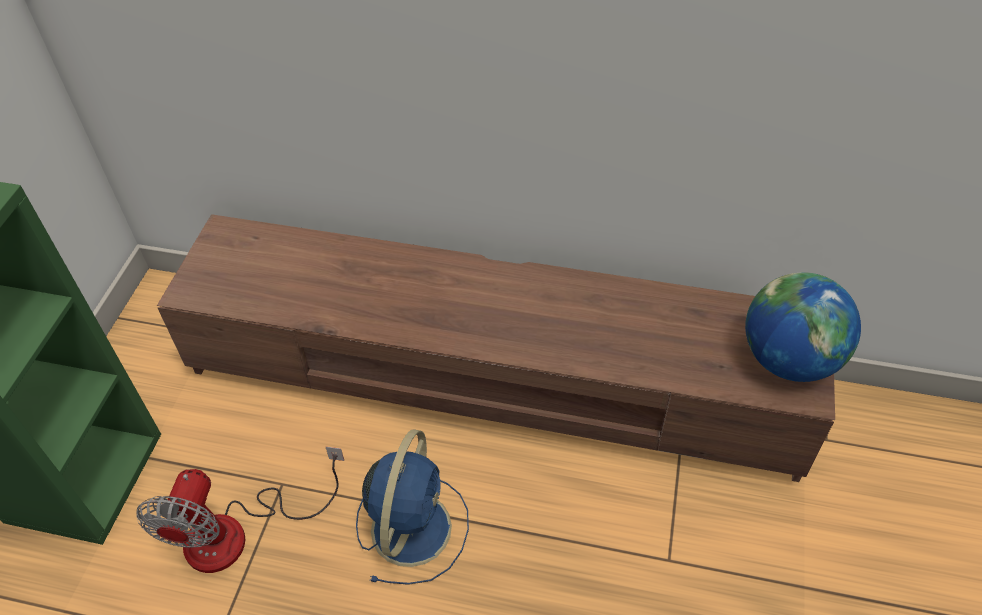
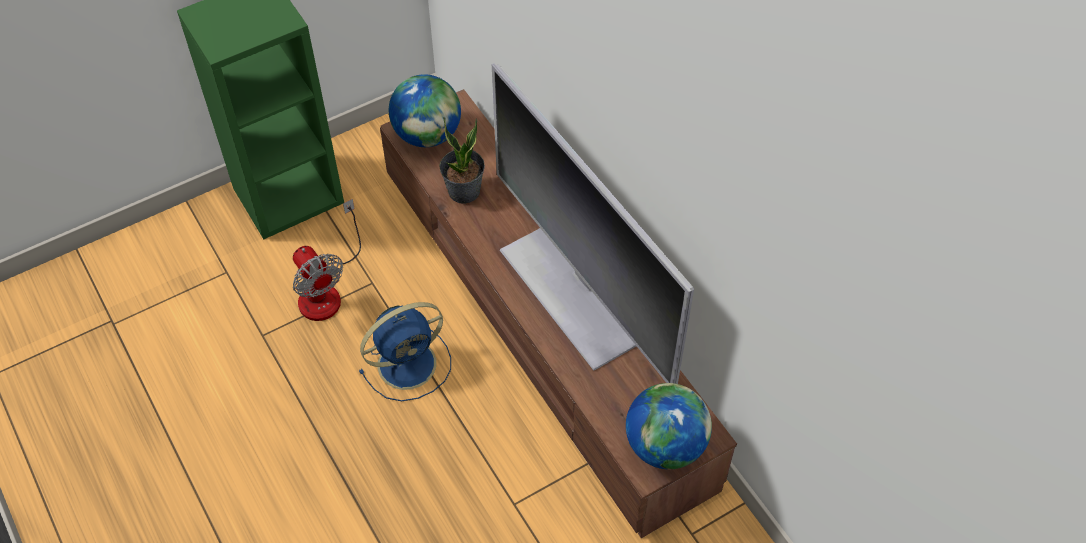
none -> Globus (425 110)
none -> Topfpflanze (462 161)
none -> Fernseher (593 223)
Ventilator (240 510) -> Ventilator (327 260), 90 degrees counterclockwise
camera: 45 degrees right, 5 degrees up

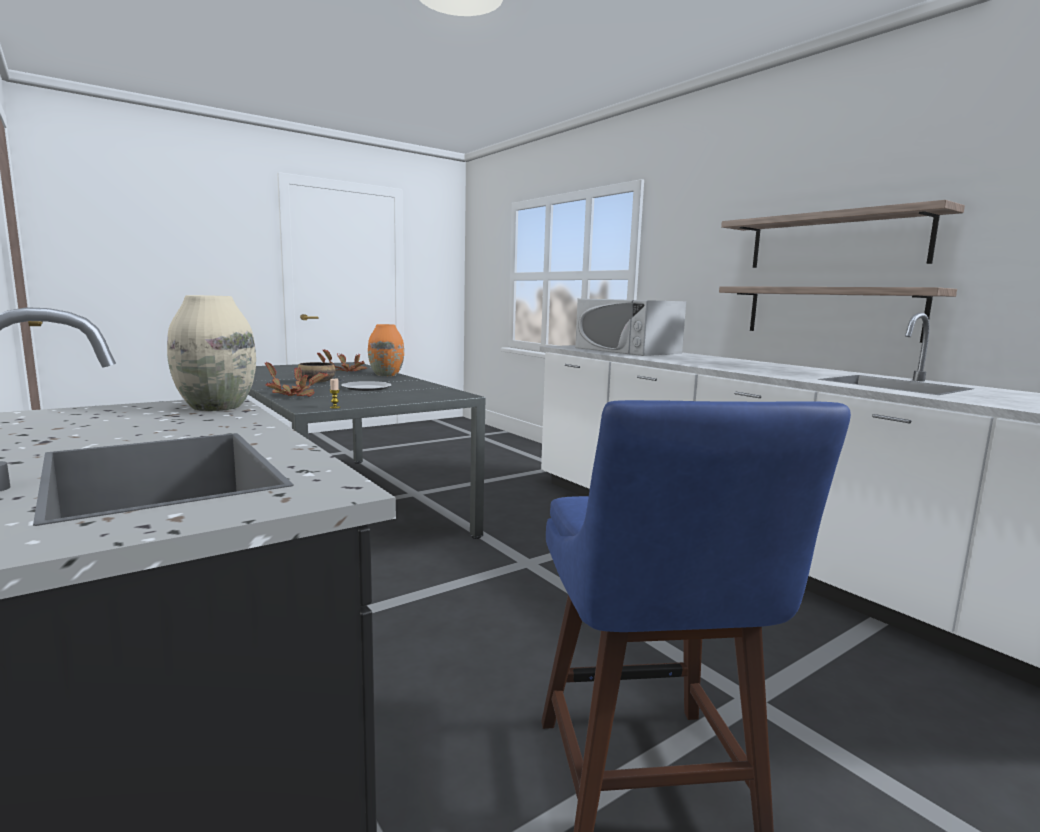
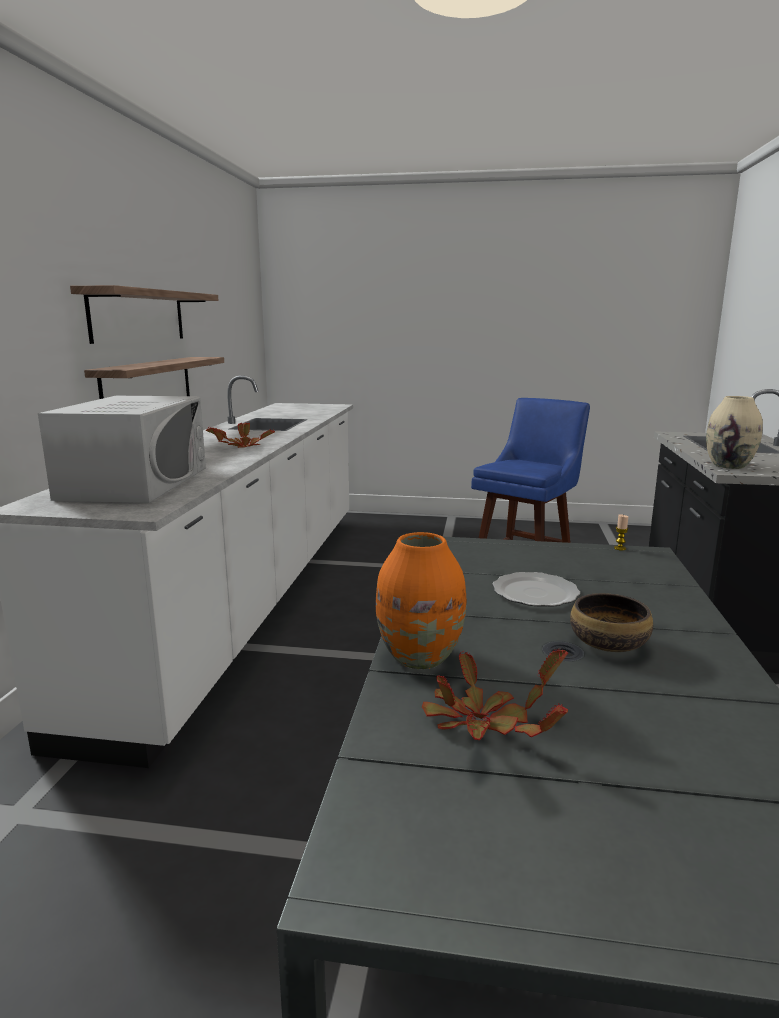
Topfpflanze (296 379) -> Topfpflanze (240 435), relocated
camera: 135 degrees left, 5 degrees up

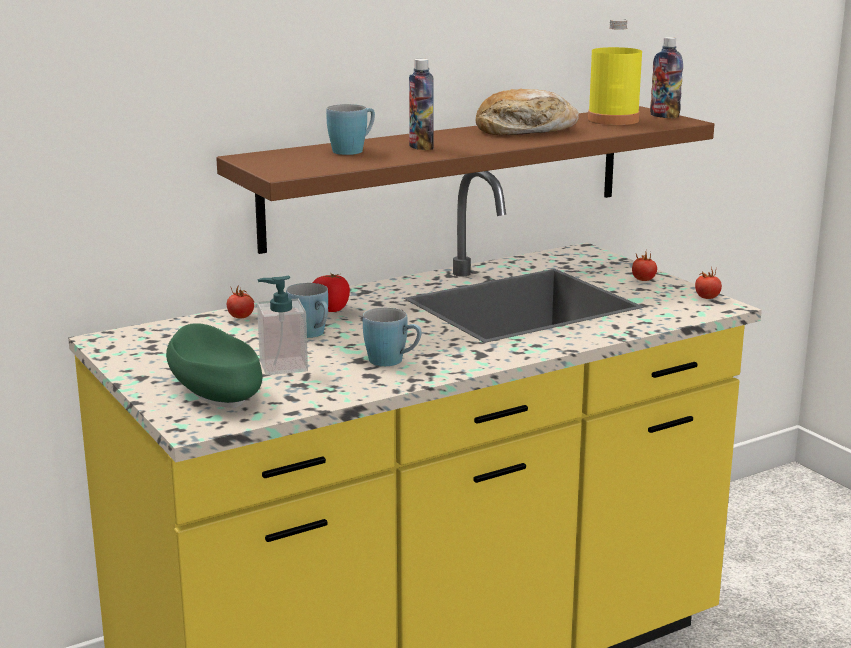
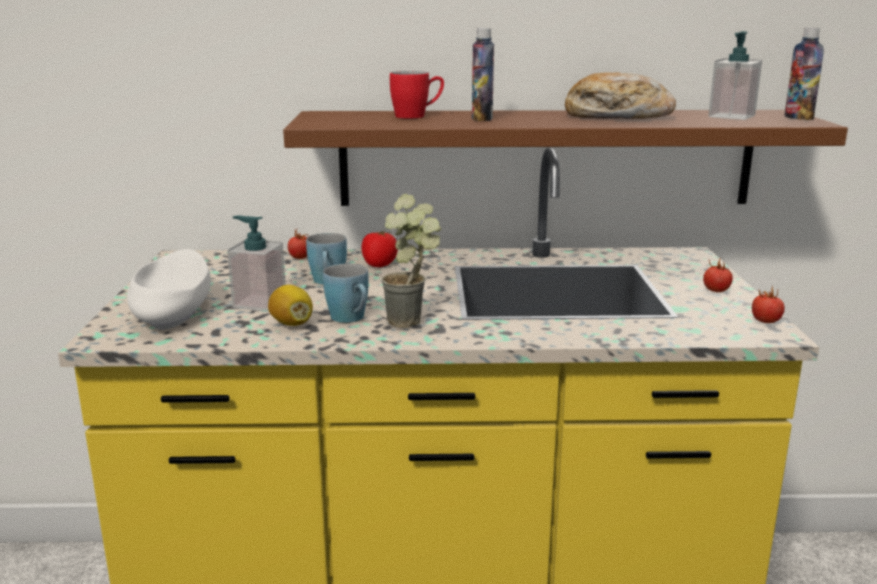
none -> Zitrone (290 305)
none -> Topfpflanze (411 261)
Flasche (gelb) (615 72) -> Seifenspender (735 75)
Schüssel (grün) (214 365) -> Schüssel (weiß) (169 289)
Henkelbecher (blau) (350 129) -> Henkelbecher (rot) (417 95)
camera: 30 degrees right, 0 degrees up

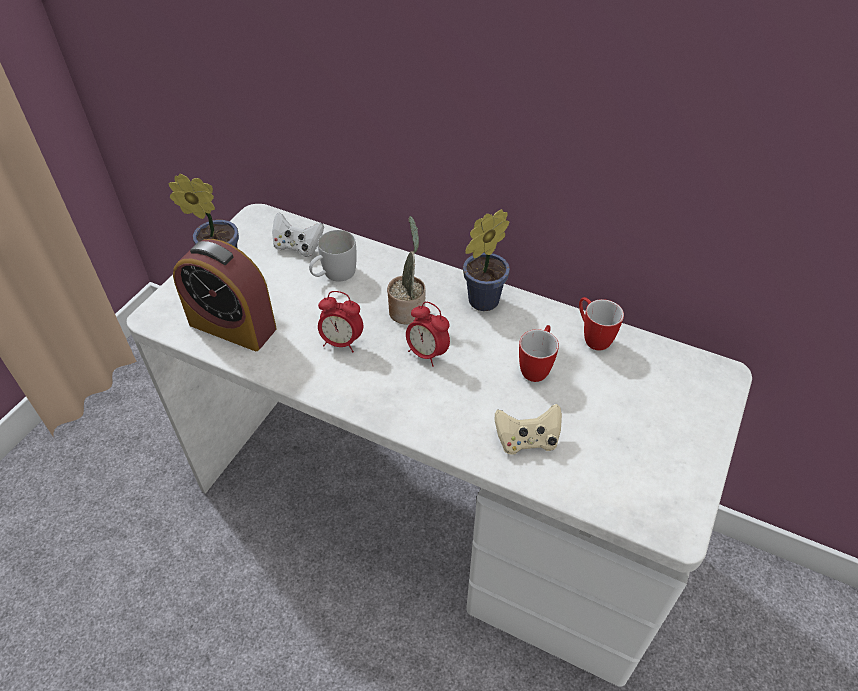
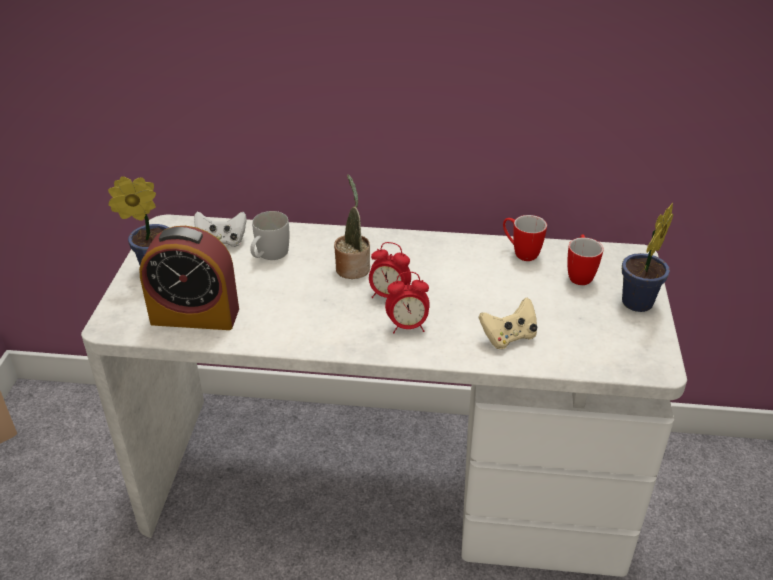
Wecker (340 321) -> Wecker (407 303), relocated
Topfpflanze (486 260) -> Topfpflanze (647 257), relocated
Henkelbecher (539 353) -> Henkelbecher (586 260), relocated
camera: 20 degrees left, 10 degrees down

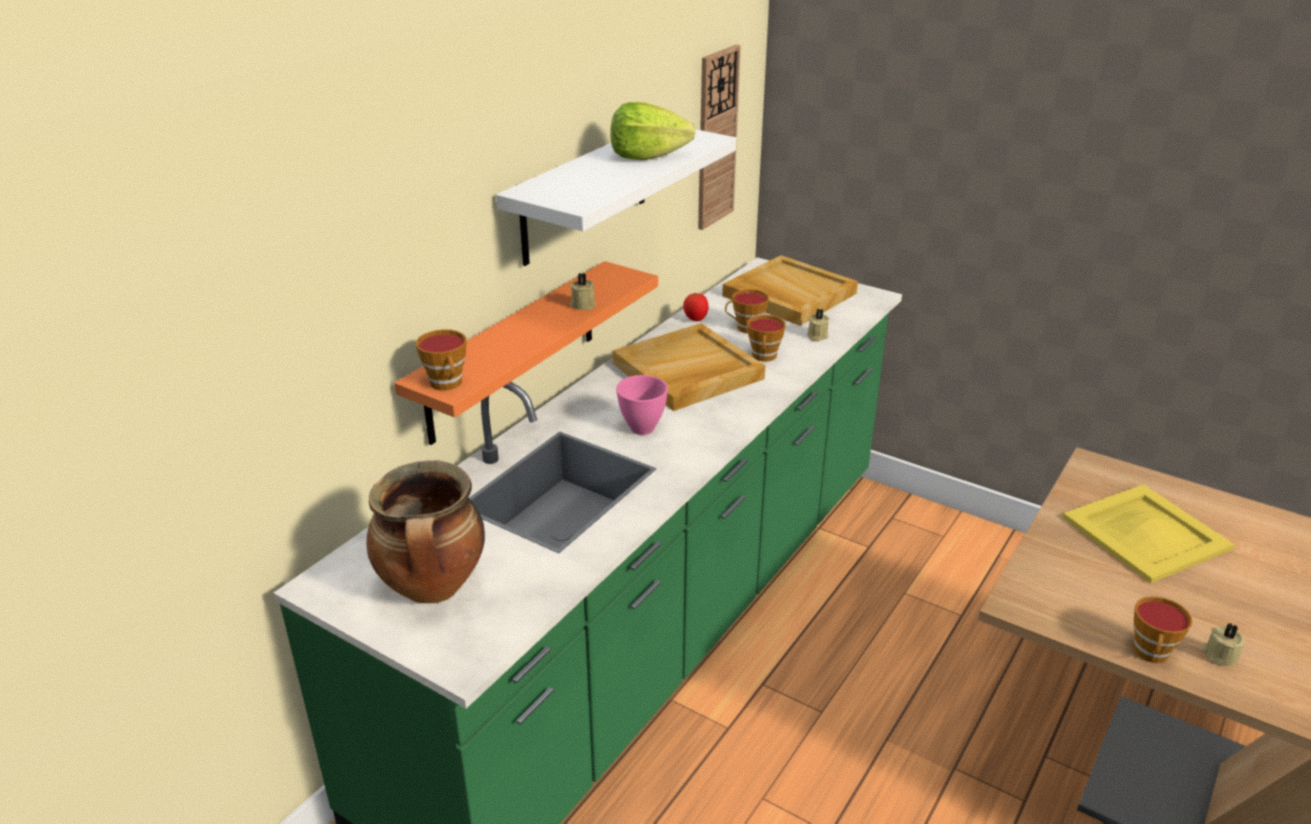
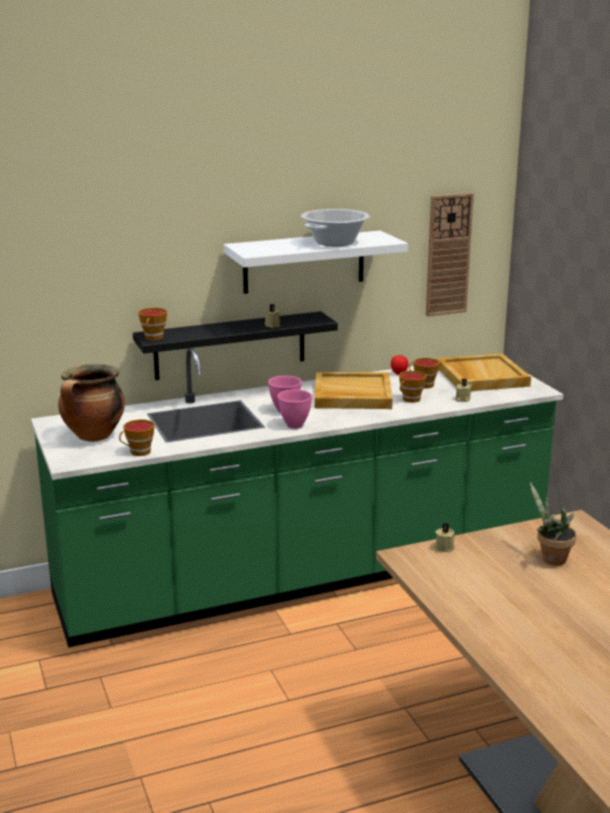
none -> Schüssel (rosa) (294 409)
Tasse (1162 629) -> Tasse (137 437), relocated
Kerze (beige) (1223 644) -> Kerze (beige) (444 537), relocated
Salatkopf (653 131) -> Kochtopf (335 227)
Tablett (gelb) (1148 533) -> Topfpflanze (553 524)
Wandregal (orange) (526 353) -> Wandregal (schwarz) (235 345)
camera: 35 degrees right, 10 degrees down

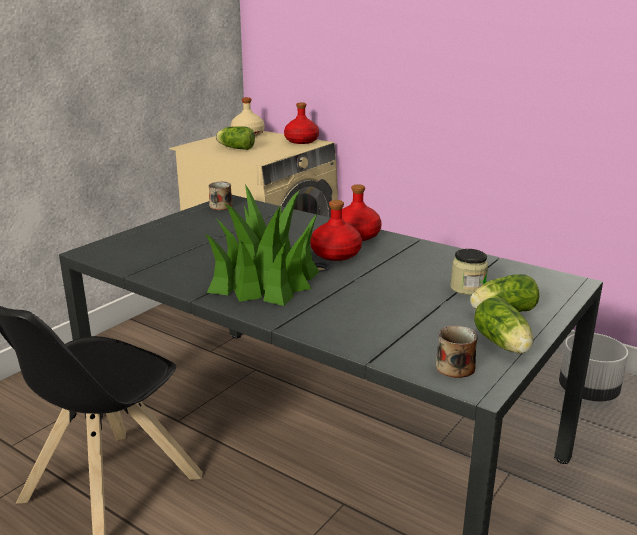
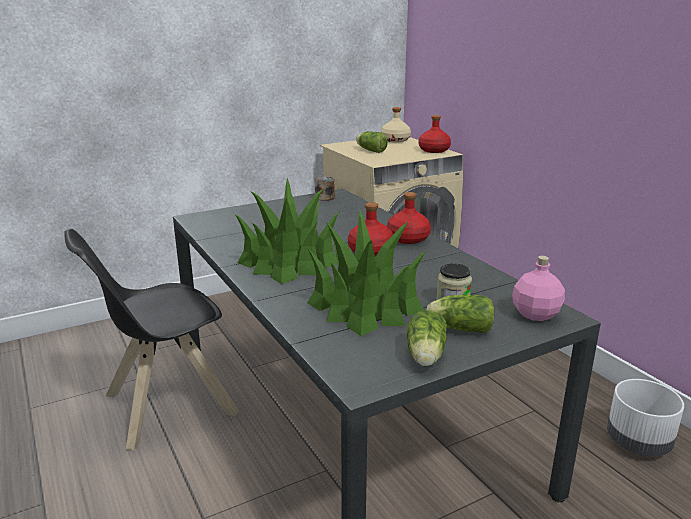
Henkelbecher (457 351) -> none
none -> Topfpflanze (366 272)
none -> Flasche (rosa) (538 288)
camera: 25 degrees right, 0 degrees up

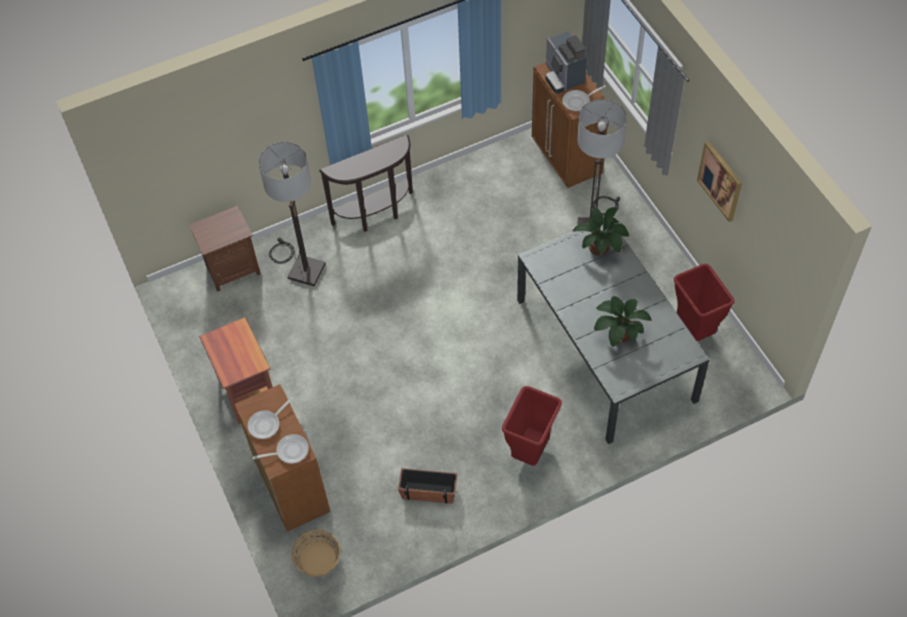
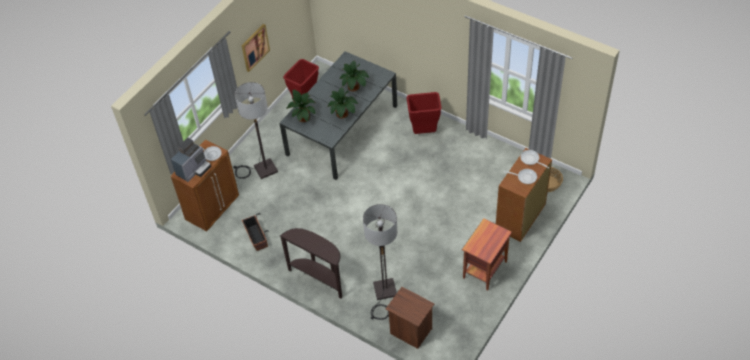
none -> Topfpflanze (343 103)
Pflanzkübel (428 486) -> Pflanzkübel (255 232), relocated
camera: 120 degrees left, 5 degrees down

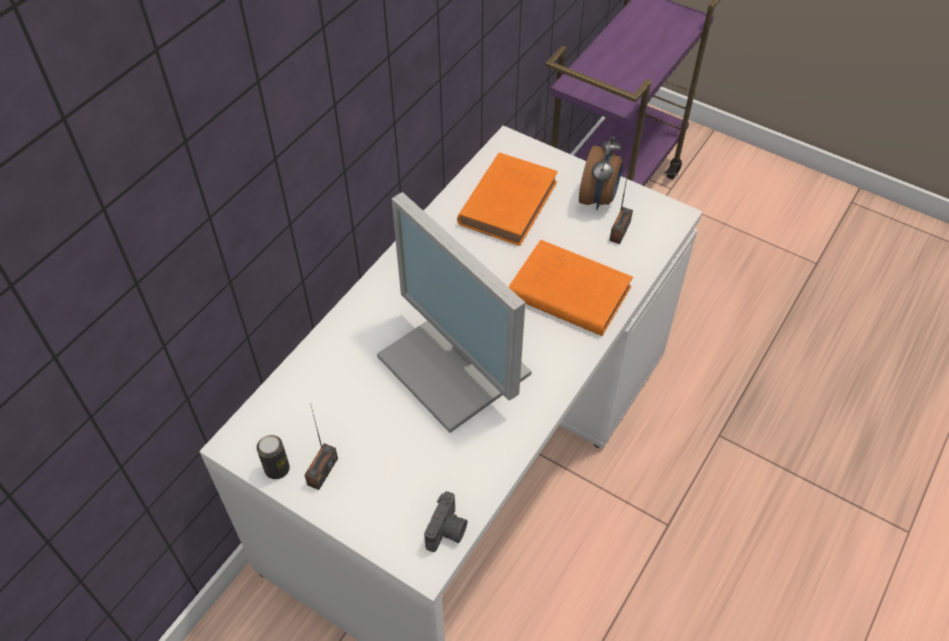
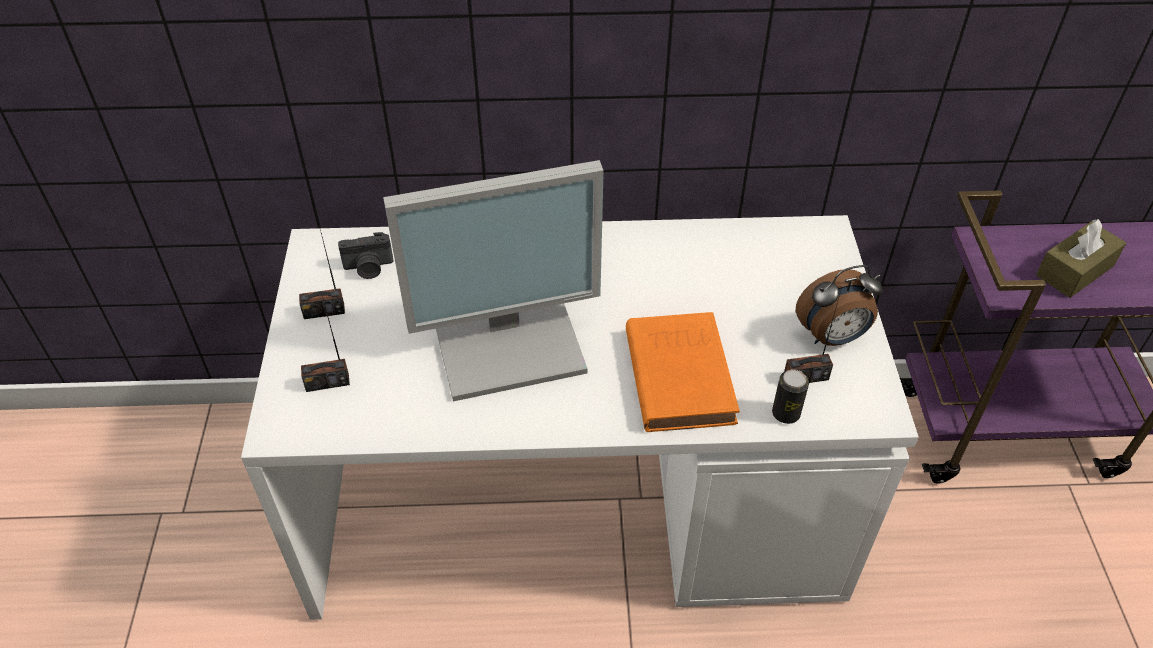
Buch (orange) (507 199) -> none
none -> Radio (325 344)
none -> Taschentuchbox (braun) (1081 258)
Dose (273 457) -> Dose (790 396), relocated
Kamera (445 521) -> Kamera (366 255), relocated
Monitor (454 312) -> Monitor (493 281), 120 degrees counterclockwise
camera: 55 degrees right, 5 degrees down

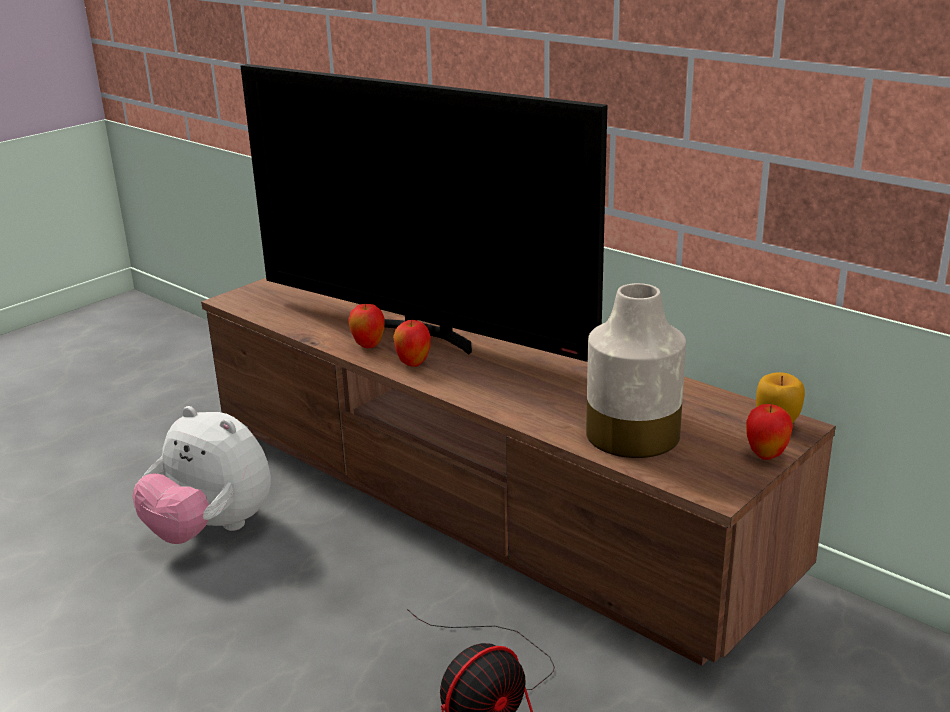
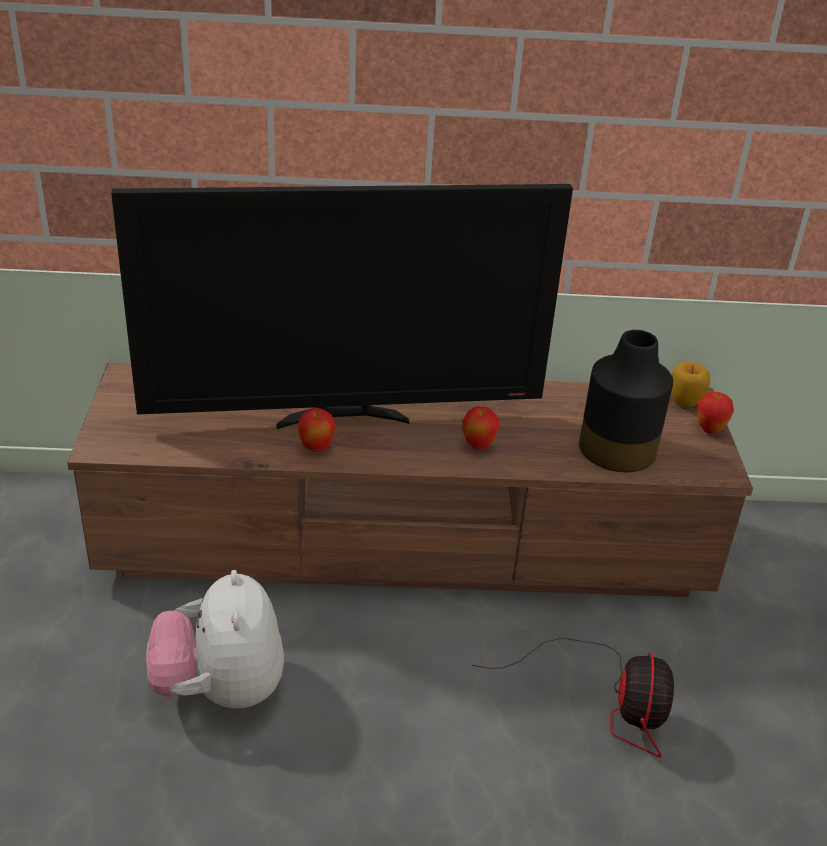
Apfel (412 343) -> Apfel (481 428), relocated
Vase (beige) (636 370) -> Vase (schwarz) (626 401)
Plüschtier (201 475) -> Plüschtier (215 639), 90 degrees clockwise
camera: 45 degrees left, 10 degrees up

